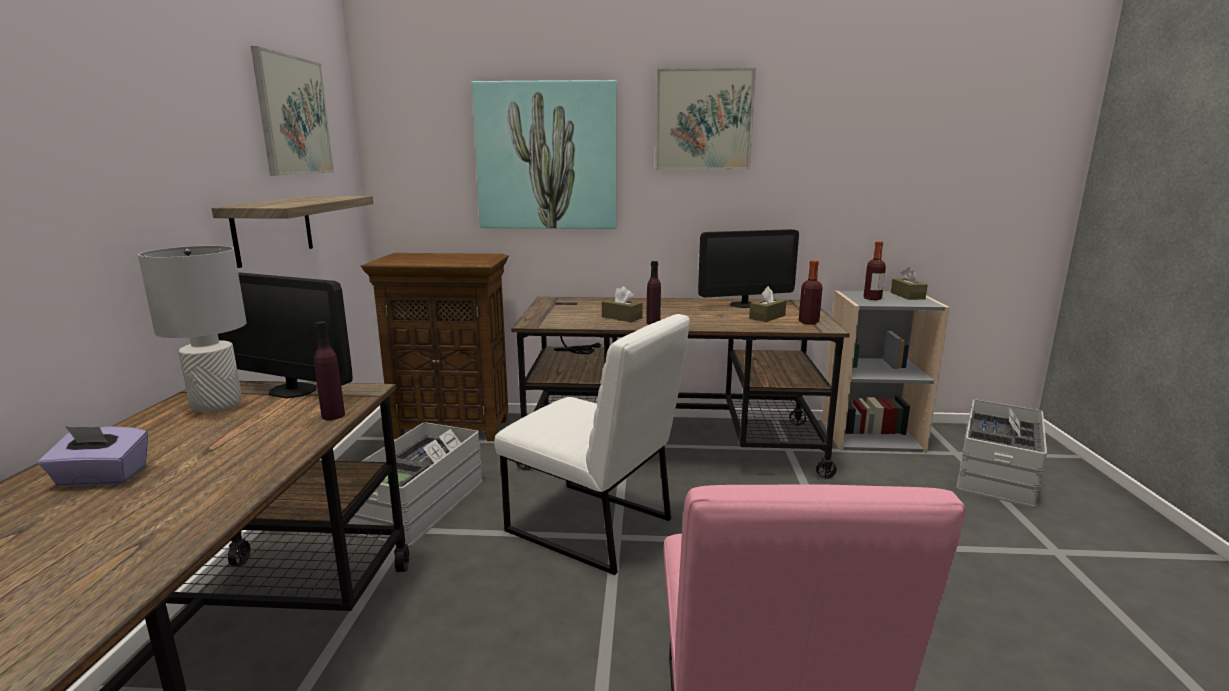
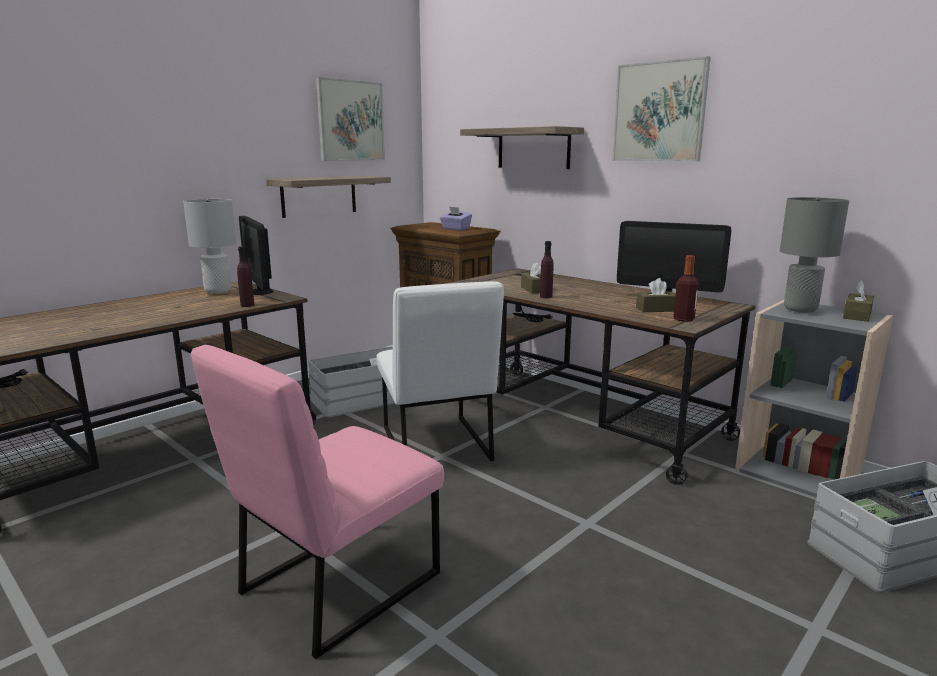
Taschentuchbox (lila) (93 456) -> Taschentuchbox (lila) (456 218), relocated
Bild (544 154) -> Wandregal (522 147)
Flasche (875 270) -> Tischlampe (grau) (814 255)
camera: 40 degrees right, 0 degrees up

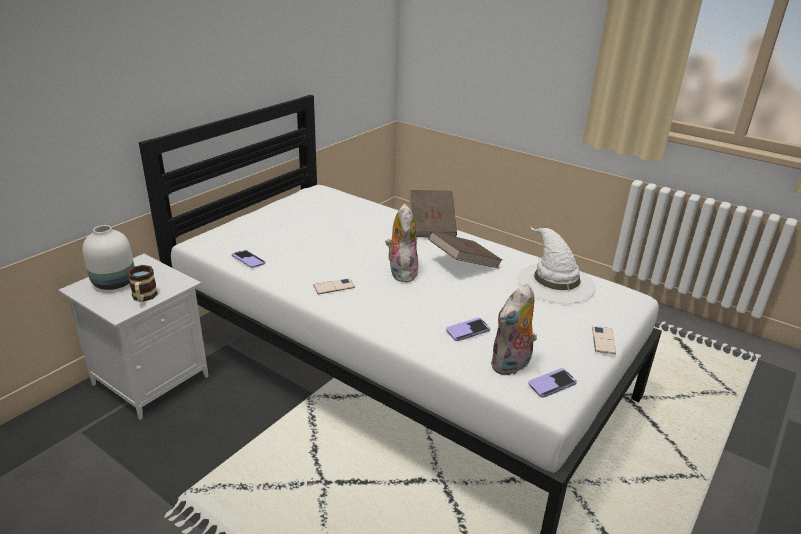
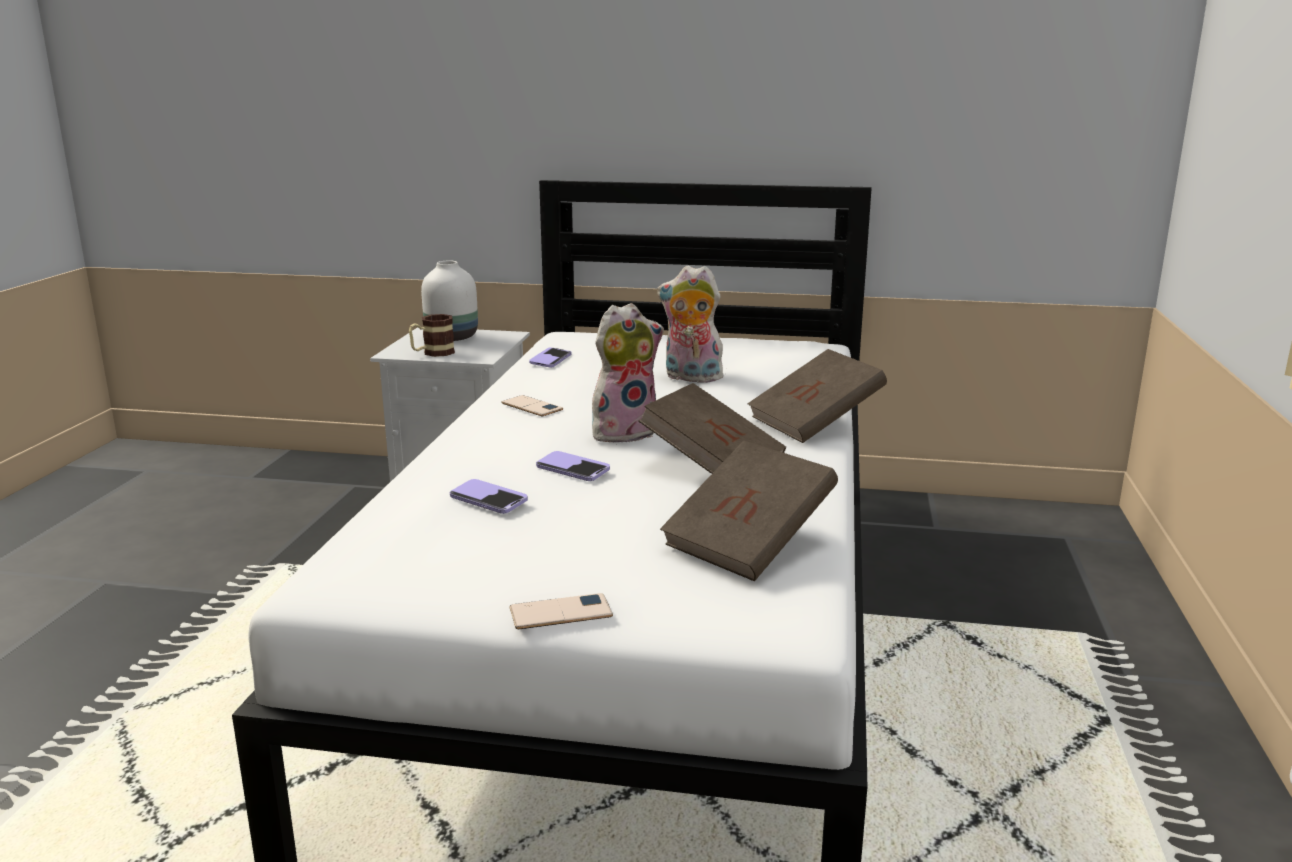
Plüschtier (514 329) -> Plüschtier (693 324), relocated
Handy (552 383) -> Handy (573 466), relocated
Hut (weiß) (556 265) -> Buch (braun) (749 511)
camera: 65 degrees right, 10 degrees down

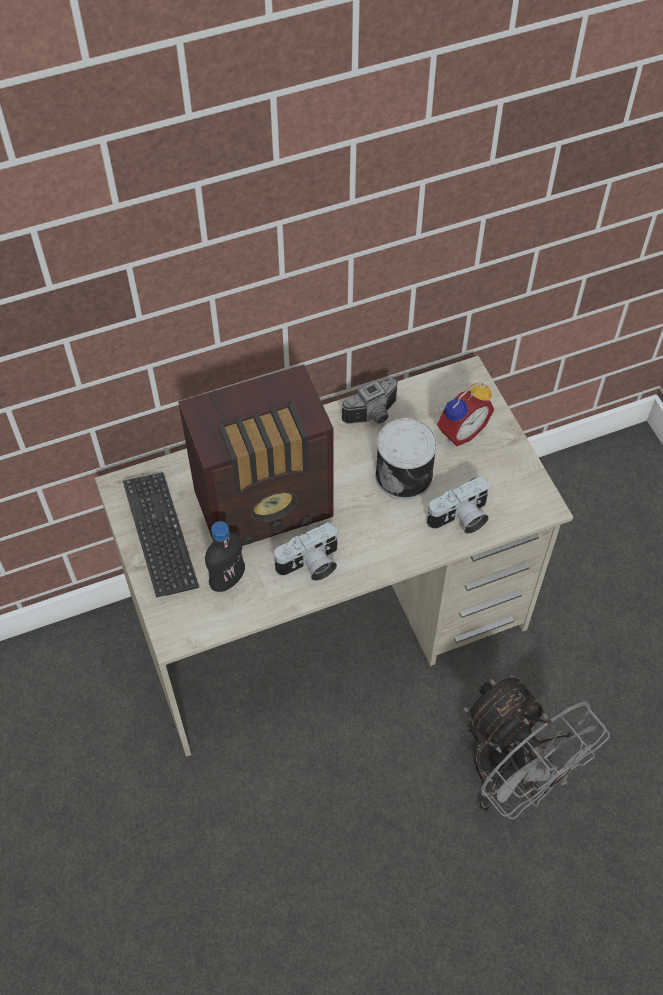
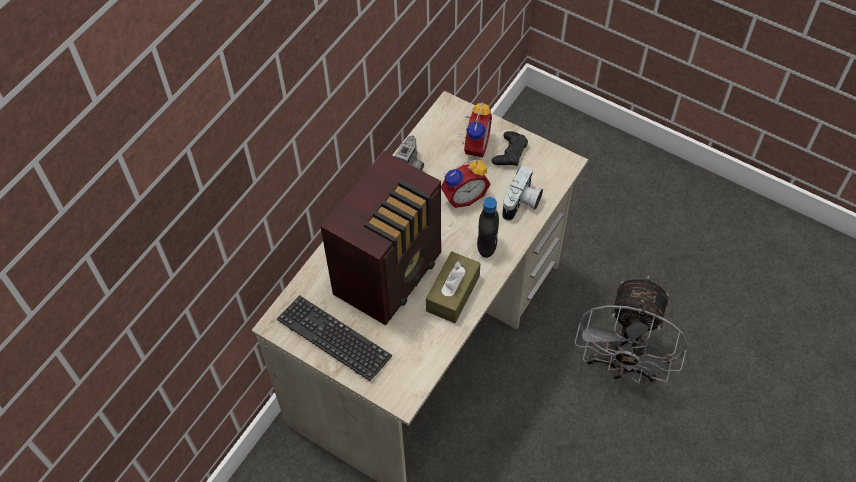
none -> Gamepad (schwarz) (510 148)
Flasche (schwarz) (225 556) -> Flasche (schwarz) (488 227), relocated
Kamera (305 551) -> Taschentuchbox (braun) (453 287)
Dose (406 459) -> Wecker (466 184)
Ventilator (grau) (537 747) -> Ventilator (grau) (631 329), 90 degrees clockwise
camera: 35 degrees left, 0 degrees up

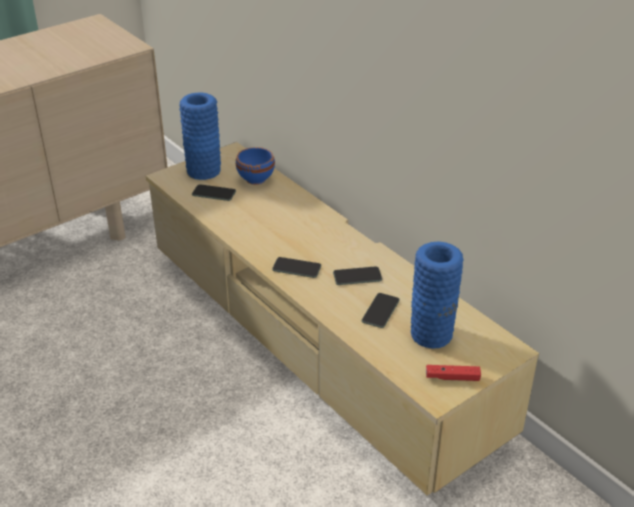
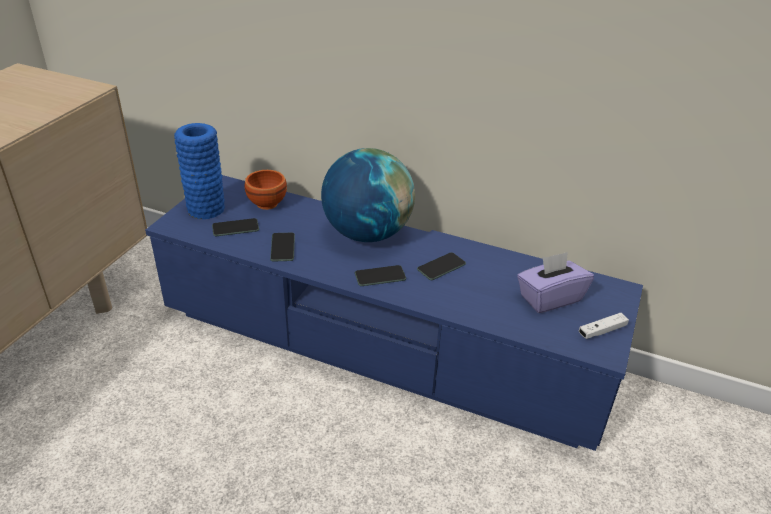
none -> Globus (368 195)
Handy (381 310) -> Handy (282 247), relocated
Vase (blau) (437 295) -> Taschentuchbox (lila) (555 282)
Fernsehschrank (beige) (342 318) -> Fernsehschrank (blau) (394 313)
Schüssel (blau) (255 166) -> Schüssel (braun) (266 190)
Gamepad (rot) (453 373) -> Gamepad (weiß) (604 326)
camera: 30 degrees left, 0 degrees up

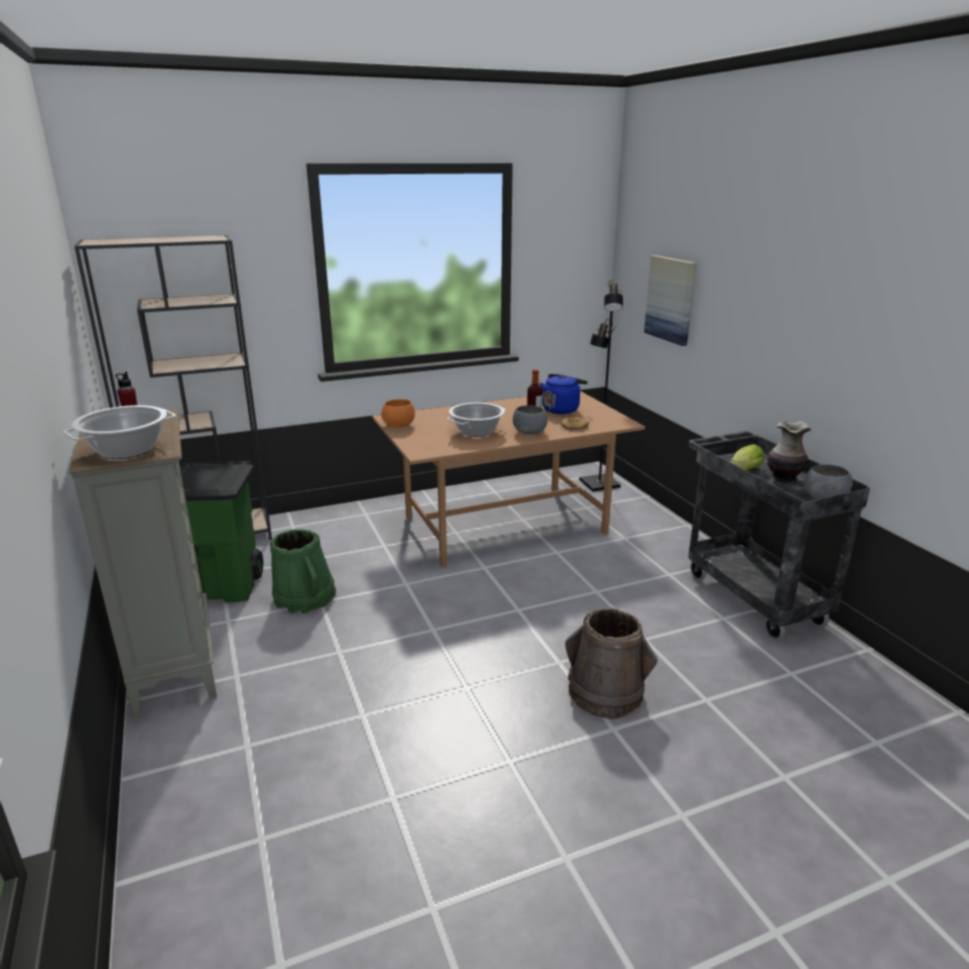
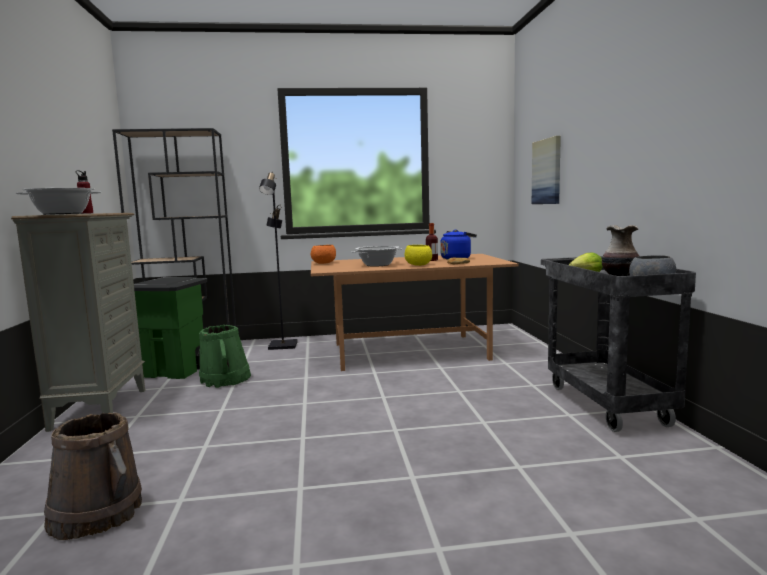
Eimer (braun) (611 663) -> Eimer (braun) (93 476), relocated
Stehlampe (schwarz) (601 386) -> Stehlampe (schwarz) (278 261), relocated
Schüssel (grau) (530 420) -> Schüssel (gelb) (418 255)
camera: 15 degrees right, 15 degrees down

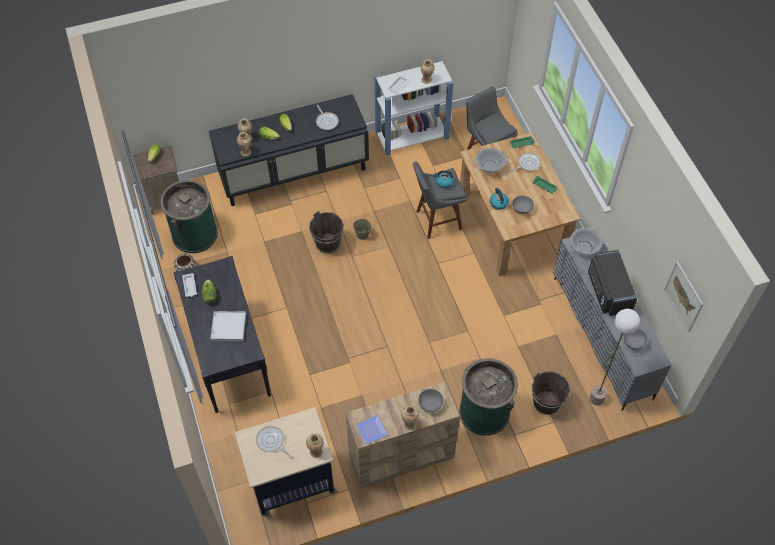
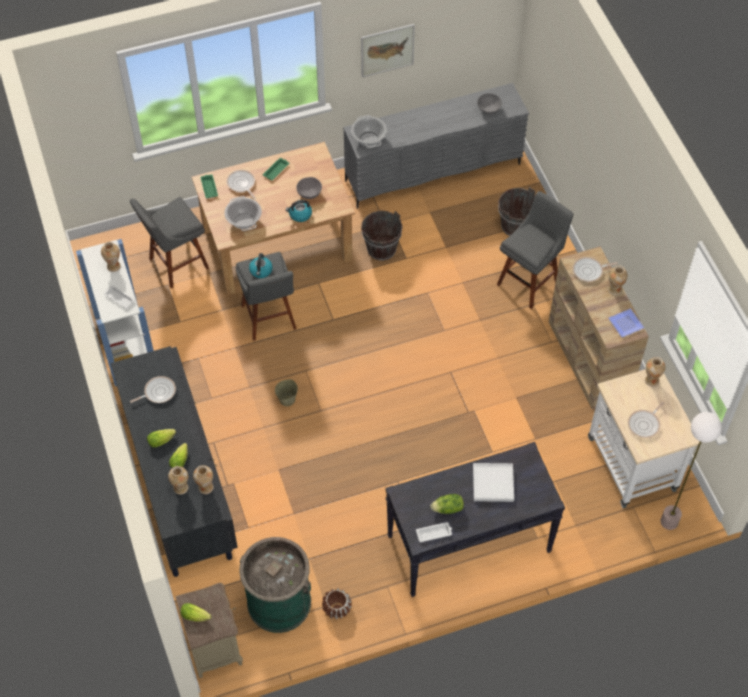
Mikrowelle (schwarz) (612 283) -> none
Eimer (braun) (326 232) -> Eimer (braun) (382 235), relocated
Stehlampe (615 357) -> Stehlampe (691 471), relocated
Bild (683 296) -> Bild (388 50), relocated
Schüssel (grau) (430 400) -> Pfanne (595 269)
Mülleimer (grün) (488 397) -> Hocker (grau) (535 250)
Rollwagen (blau) (286 461) -> Rollwagen (weiß) (644 439)
camera: 90 degrees left, 0 degrees up

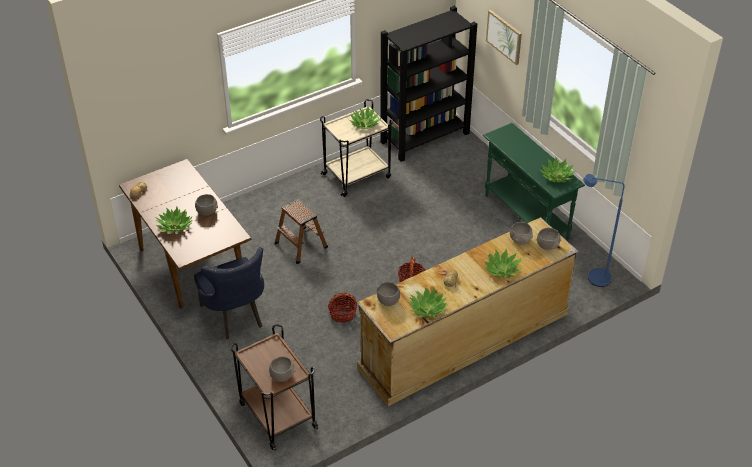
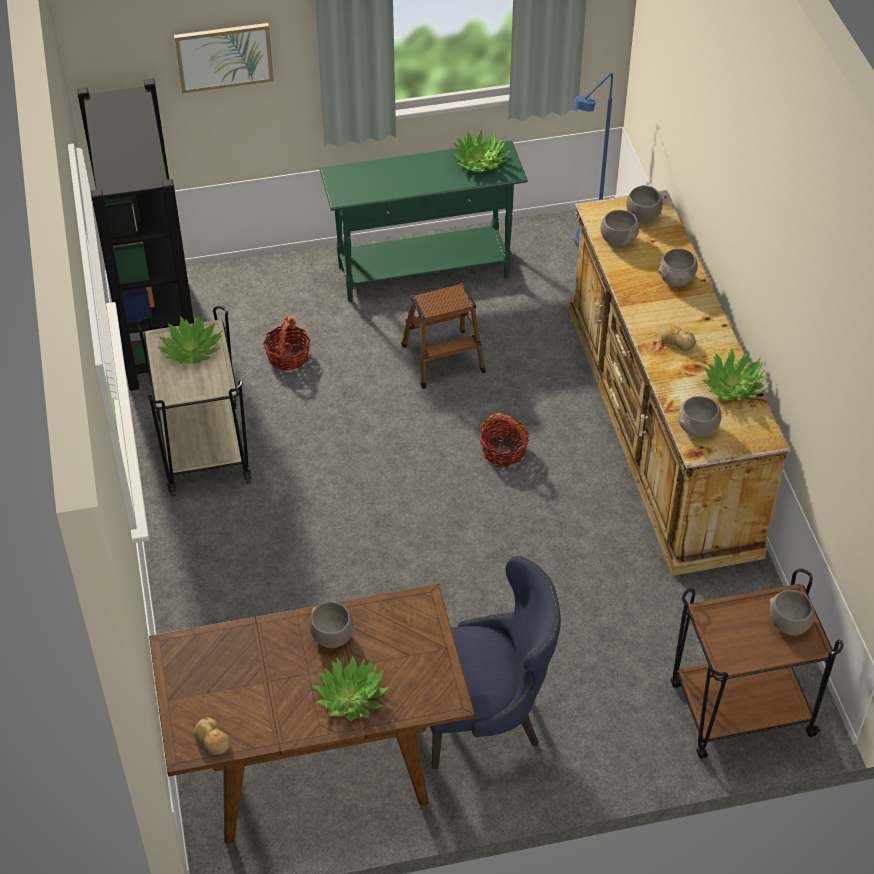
Trittleiter (braun) (301 231) -> Trittleiter (braun) (443 336), relocated
Korb (342 308) -> Korb (287 343), relocated
Topfpflanze (502 263) -> Schüssel (grau) (678 267)
camera: 70 degrees left, 5 degrees up

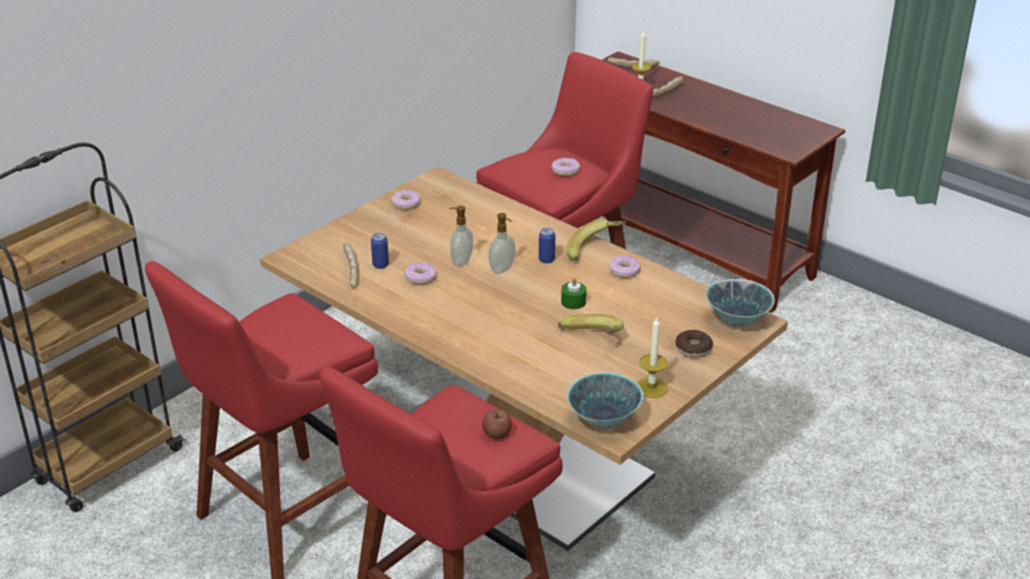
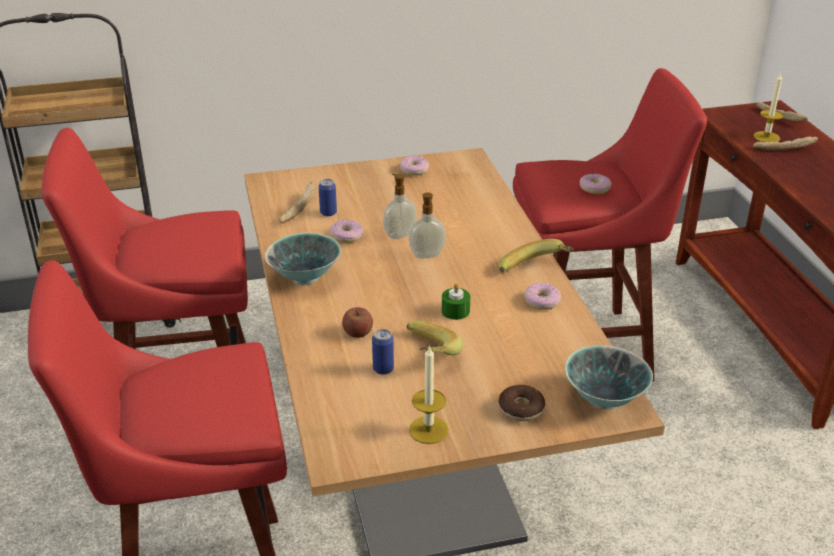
Apfel (497 424) -> Apfel (357 322), relocated
Dose (547 245) -> Dose (383 352), relocated
Schüssel (605 401) -> Schüssel (303 259), relocated
camera: 35 degrees right, 0 degrees up

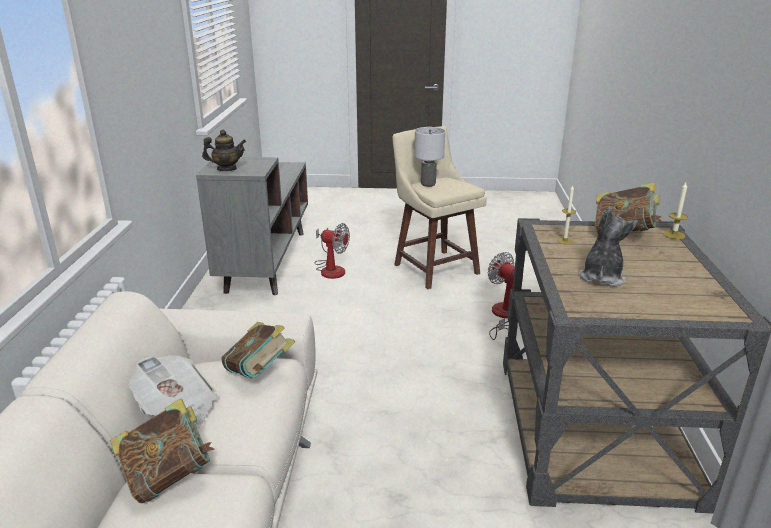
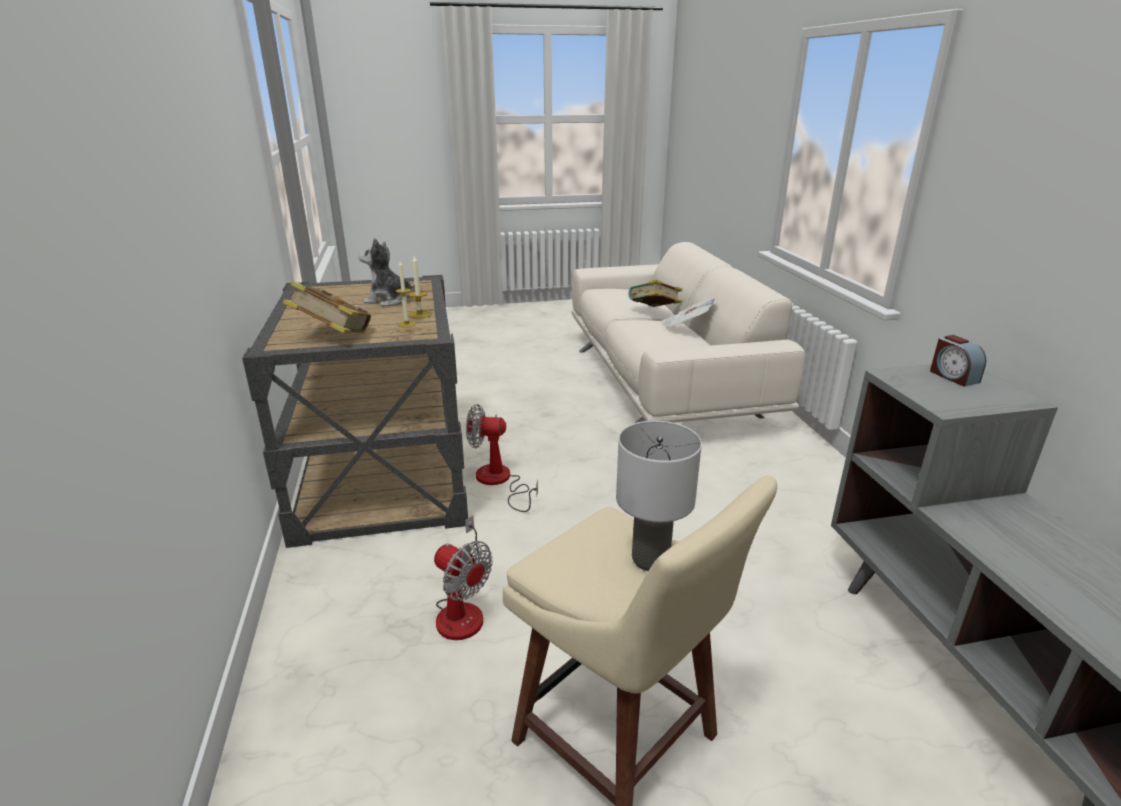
Buch (258 350) -> none
Ventilator (332 251) -> Ventilator (502 458), relocated
Kerze (675 210) -> Kerze (419 287), relocated
Teekanne (224 150) -> Wecker (958 361)
Plüschtier (608 247) -> Plüschtier (386 272), 90 degrees clockwise
camera: 165 degrees right, 0 degrees up

